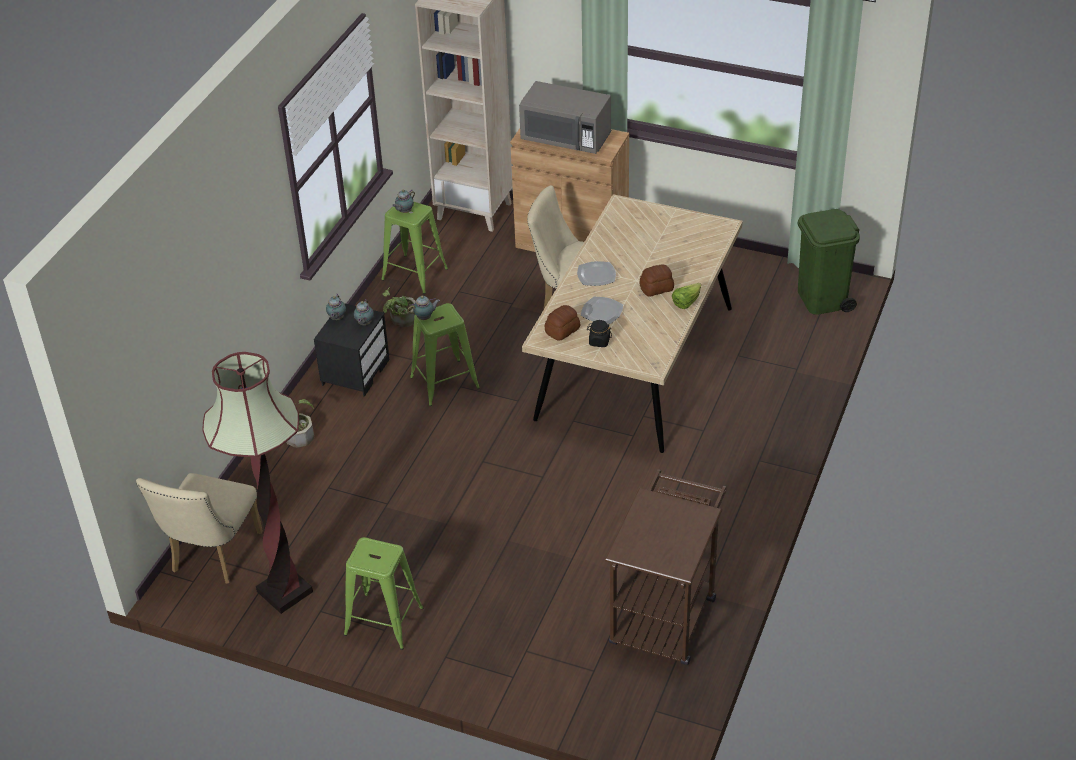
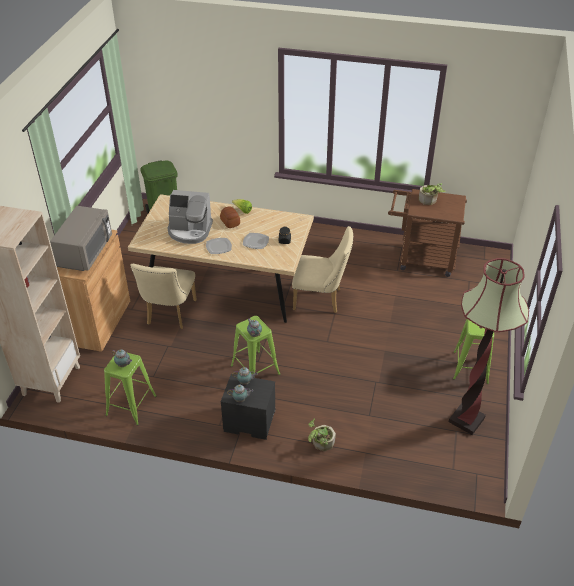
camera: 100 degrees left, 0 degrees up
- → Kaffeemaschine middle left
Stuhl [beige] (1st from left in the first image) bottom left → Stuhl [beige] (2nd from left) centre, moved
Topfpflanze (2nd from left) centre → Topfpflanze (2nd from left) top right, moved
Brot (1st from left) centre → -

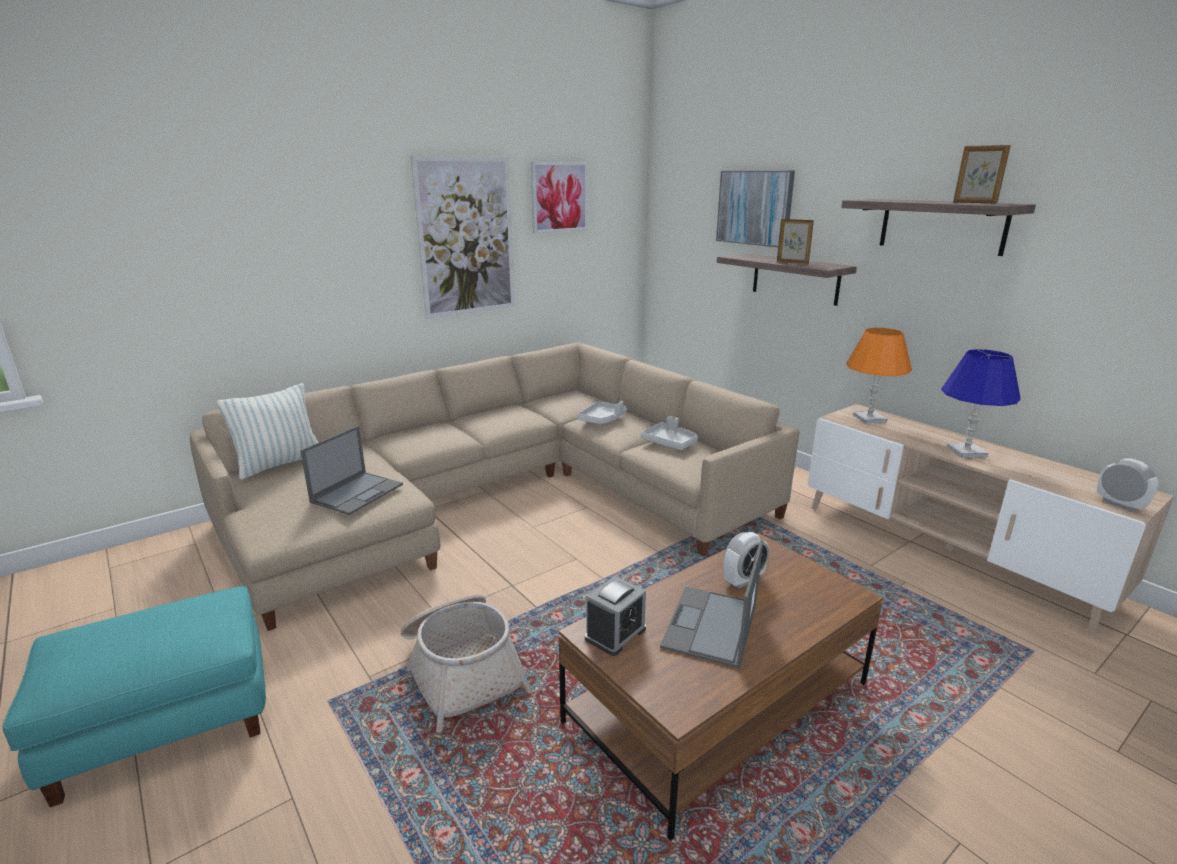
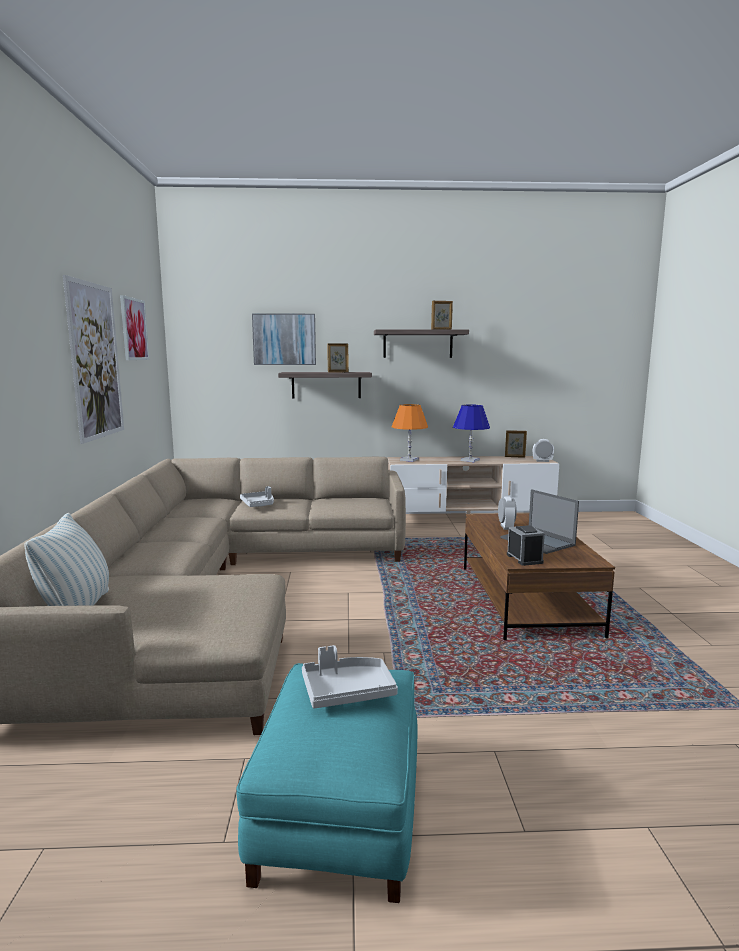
camera: 55 degrees left, 10 degrees down
Tablett [grau] (2nd from left) centre → Tablett [grau] (2nd from left) bottom centre, moved
- → Bilderrahmen (3rd from left) middle right
Laptop (1st from left) middle left → -
Korb bottom centre → -

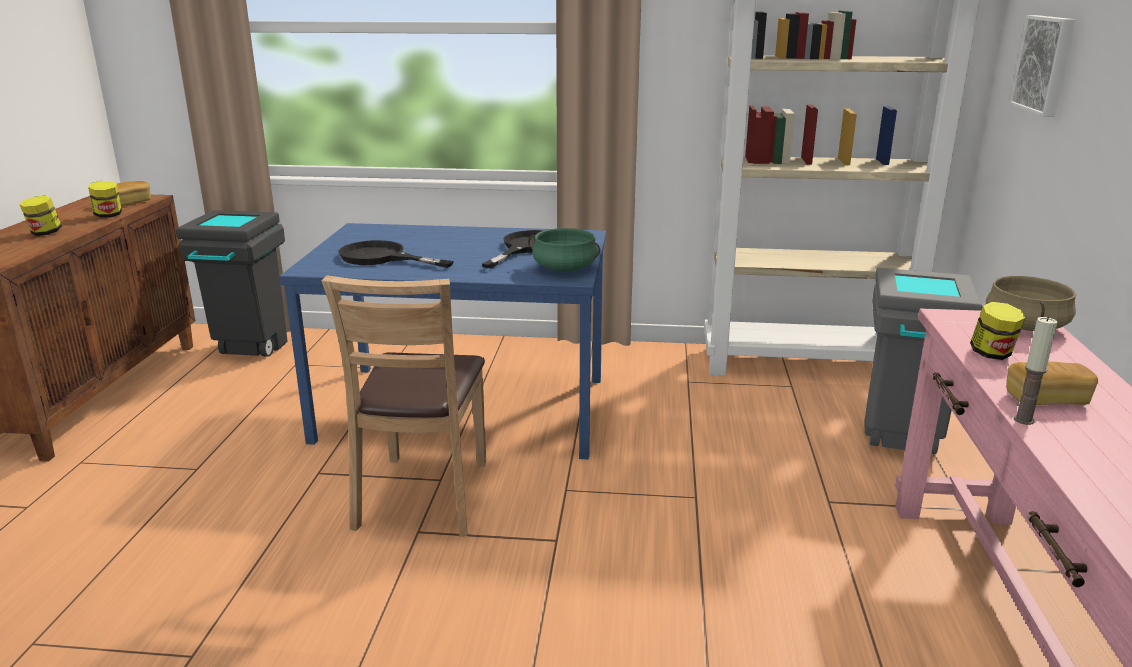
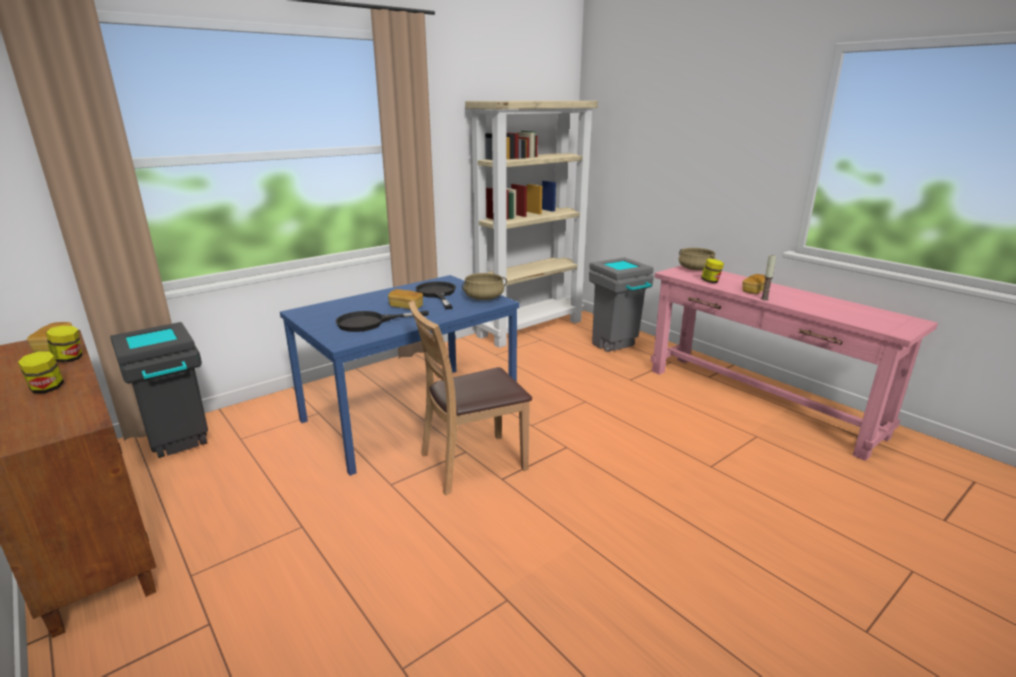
camera: 45 degrees left, 0 degrees up
- → Brot (2nd from left) centre
Stuhl [braun] centre, 105 degrees clockwise
Kochtopf [grün] centre → Kochtopf [beige] (1st from left) centre
Bild top right → -

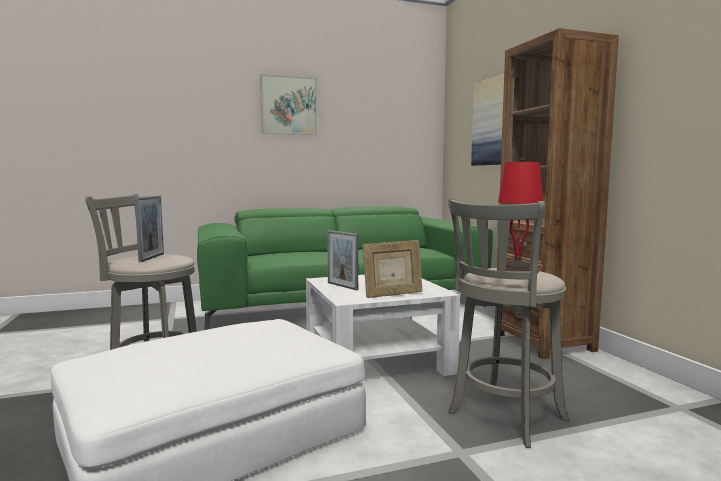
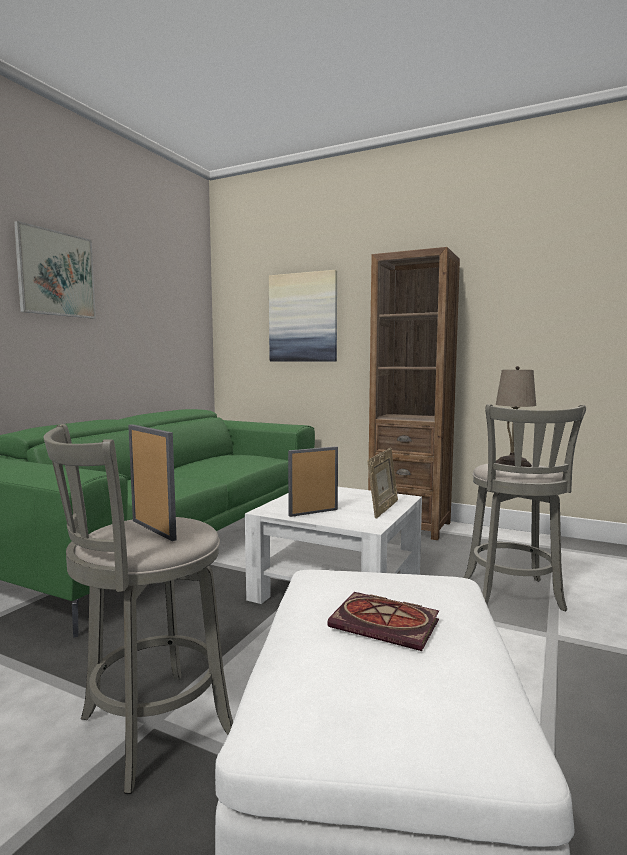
camera: 45 degrees left, 0 degrees up
Bilderrahmen (2nd from left) centre, 150 degrees clockwise
- → Buch bottom centre
Tischlampe [rot] middle right → Tischlampe [beige] middle right

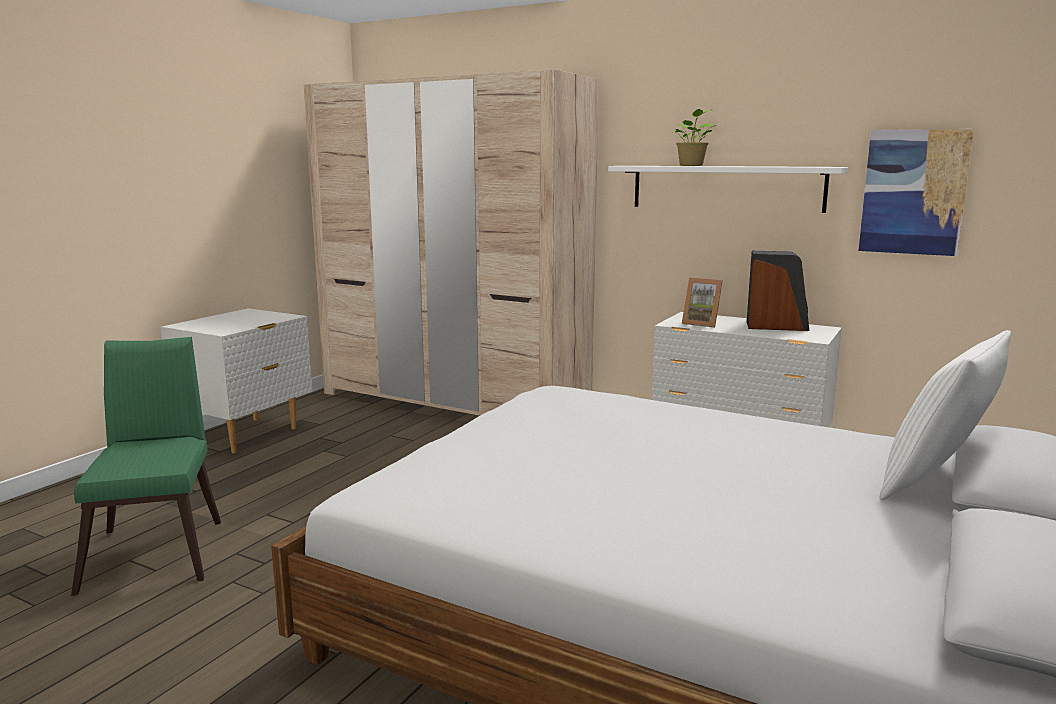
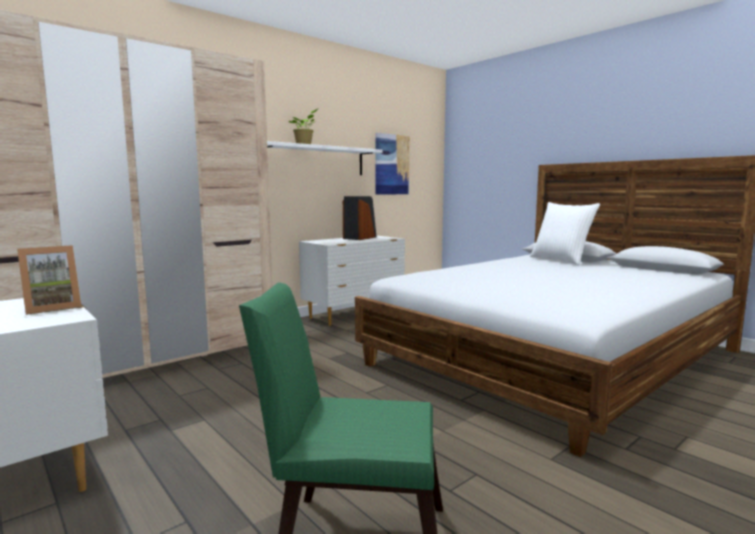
camera: 70 degrees left, 5 degrees down
Bilderrahmen centre → Bilderrahmen middle left, moved

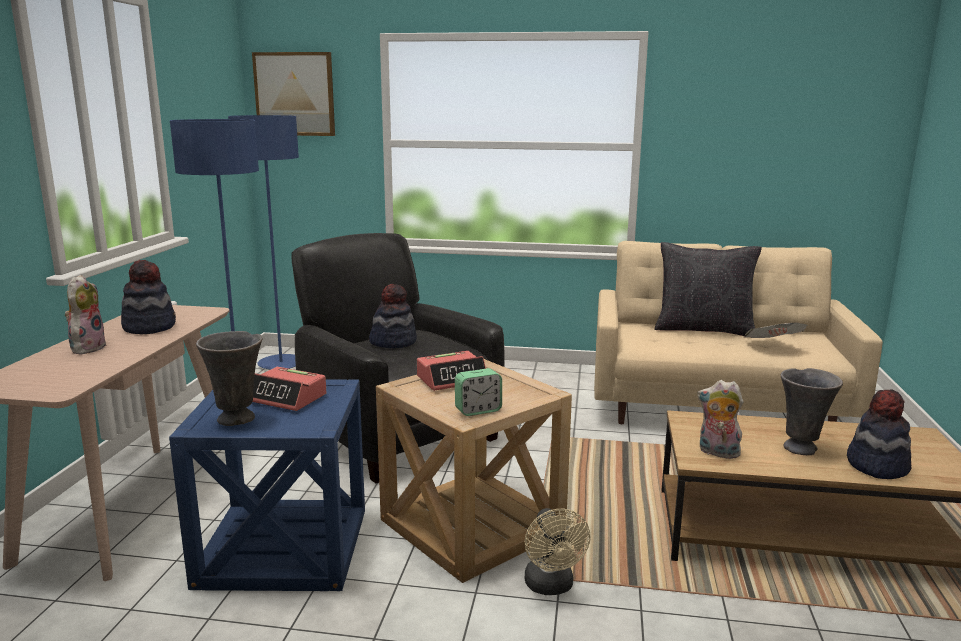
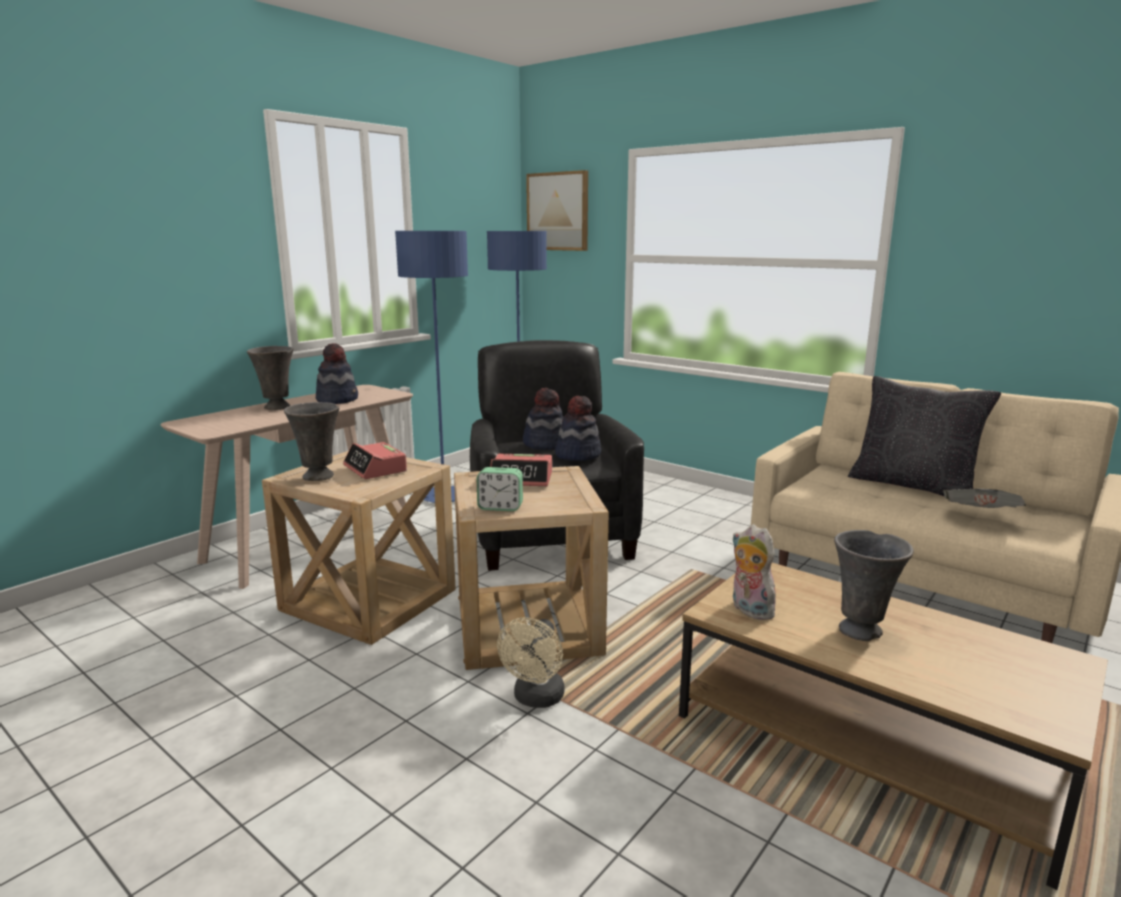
camera: 30 degrees right, 0 degrees up
Plüschtier (1st from left) middle left → Vase [grau] (1st from left) middle left
Beistelltisch [blau] bottom left → Beistelltisch [beige] (1st from left) middle left
Hut (3rd from left) bottom right → Hut (3rd from left) centre, moved

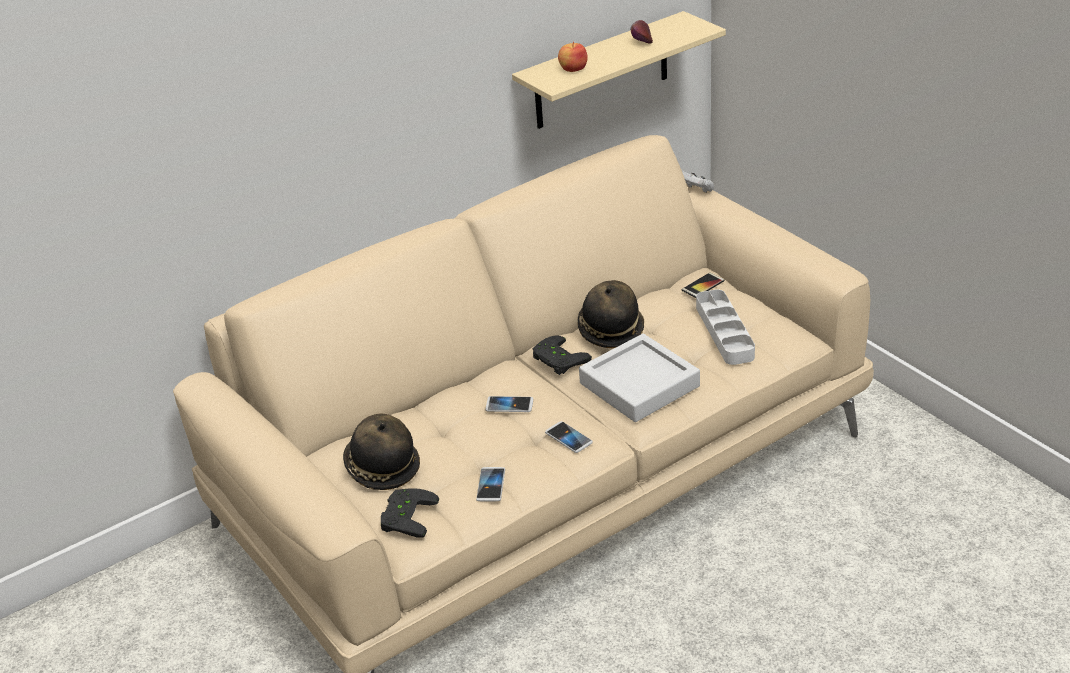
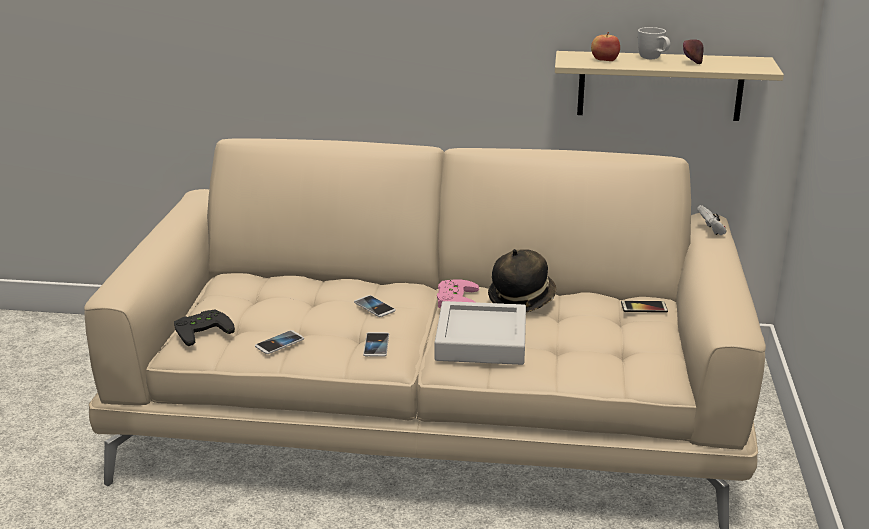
camera: 40 degrees right, 10 degrees down
Gamepad [schwarz] (2nd from left) centre → Gamepad [rosa] centre
- → Henkelbecher [weiß] top right
Hut (1st from left) bottom centre → -
Tablett [grau] (2nd from left) middle right → -

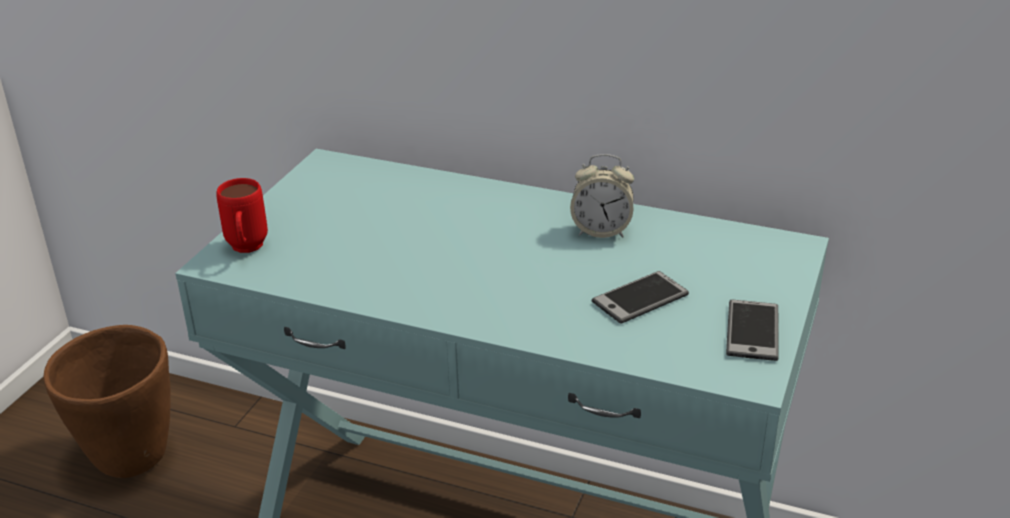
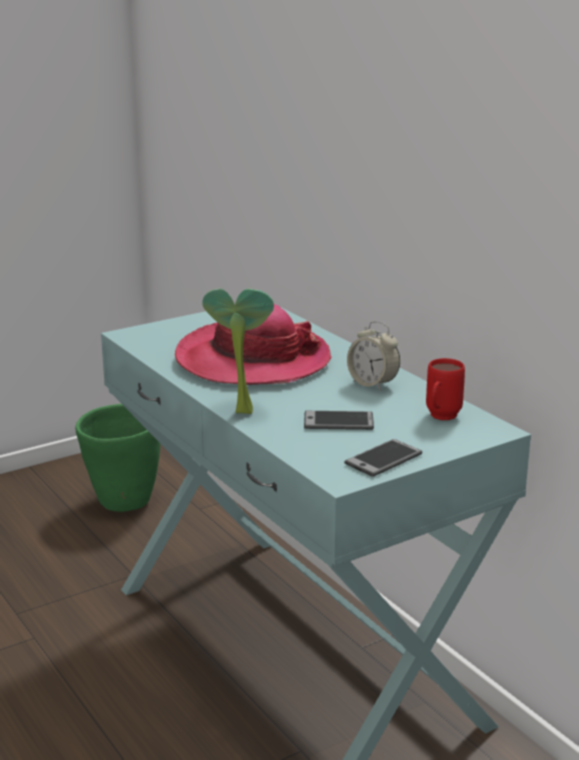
camera: 35 degrees right, 10 degrees down
Pflanzkübel [braun] bottom left → Pflanzkübel [grün] middle left
- → Hut centre
- → Topfpflanze centre
Henkelbecher [rot] middle left → Henkelbecher [rot] middle right, moved

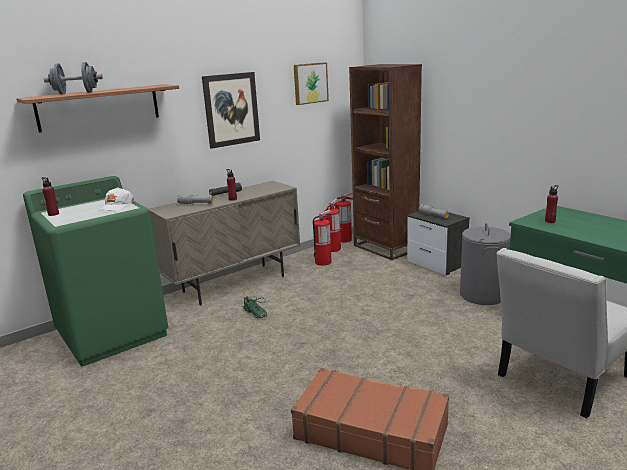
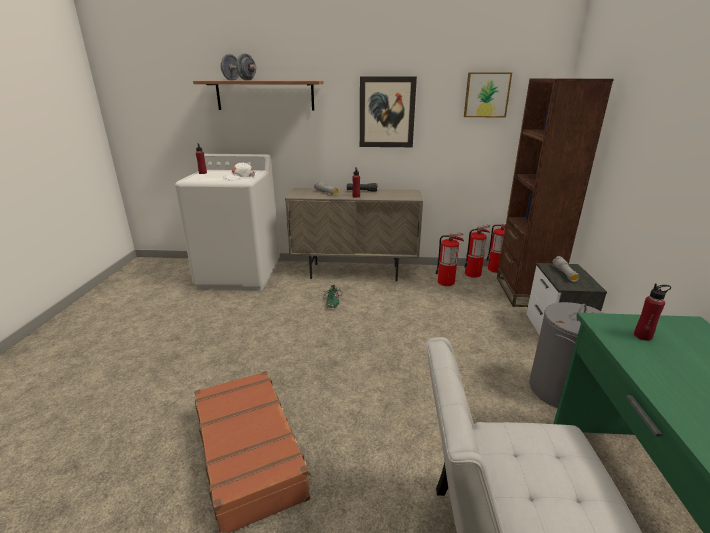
camera: 40 degrees right, 5 degrees up
Waschmaschine [grün] middle left → Waschmaschine [weiß] middle left

